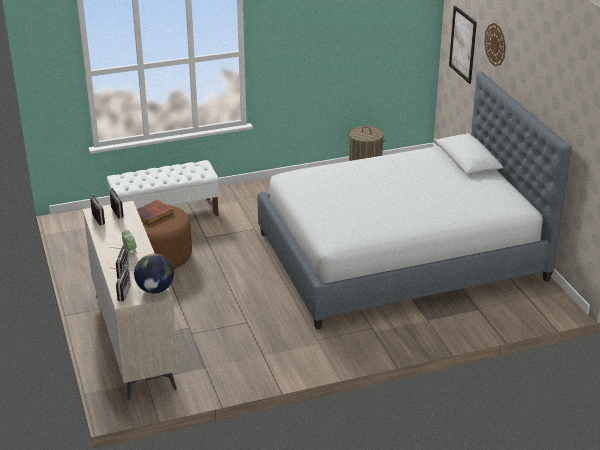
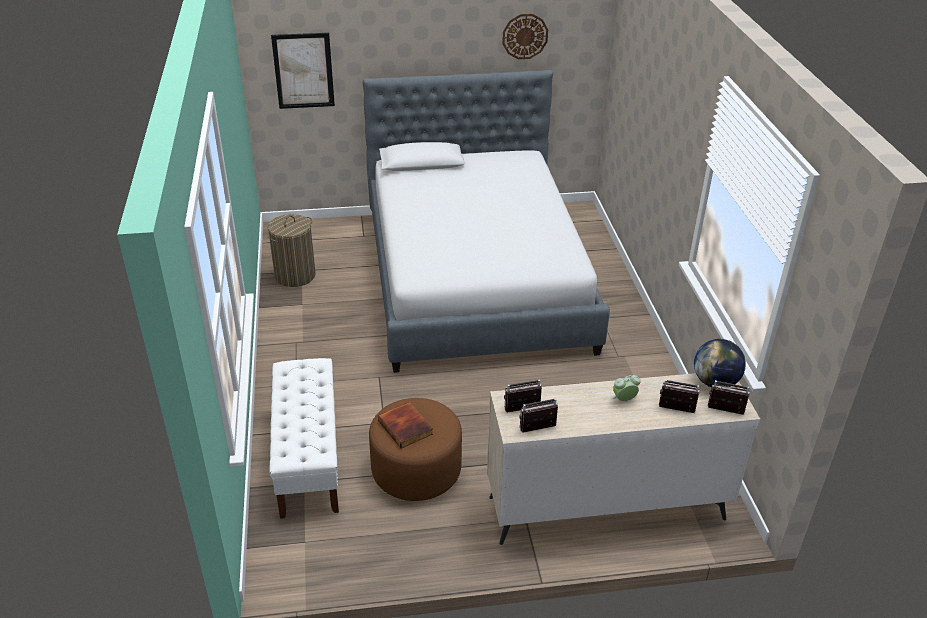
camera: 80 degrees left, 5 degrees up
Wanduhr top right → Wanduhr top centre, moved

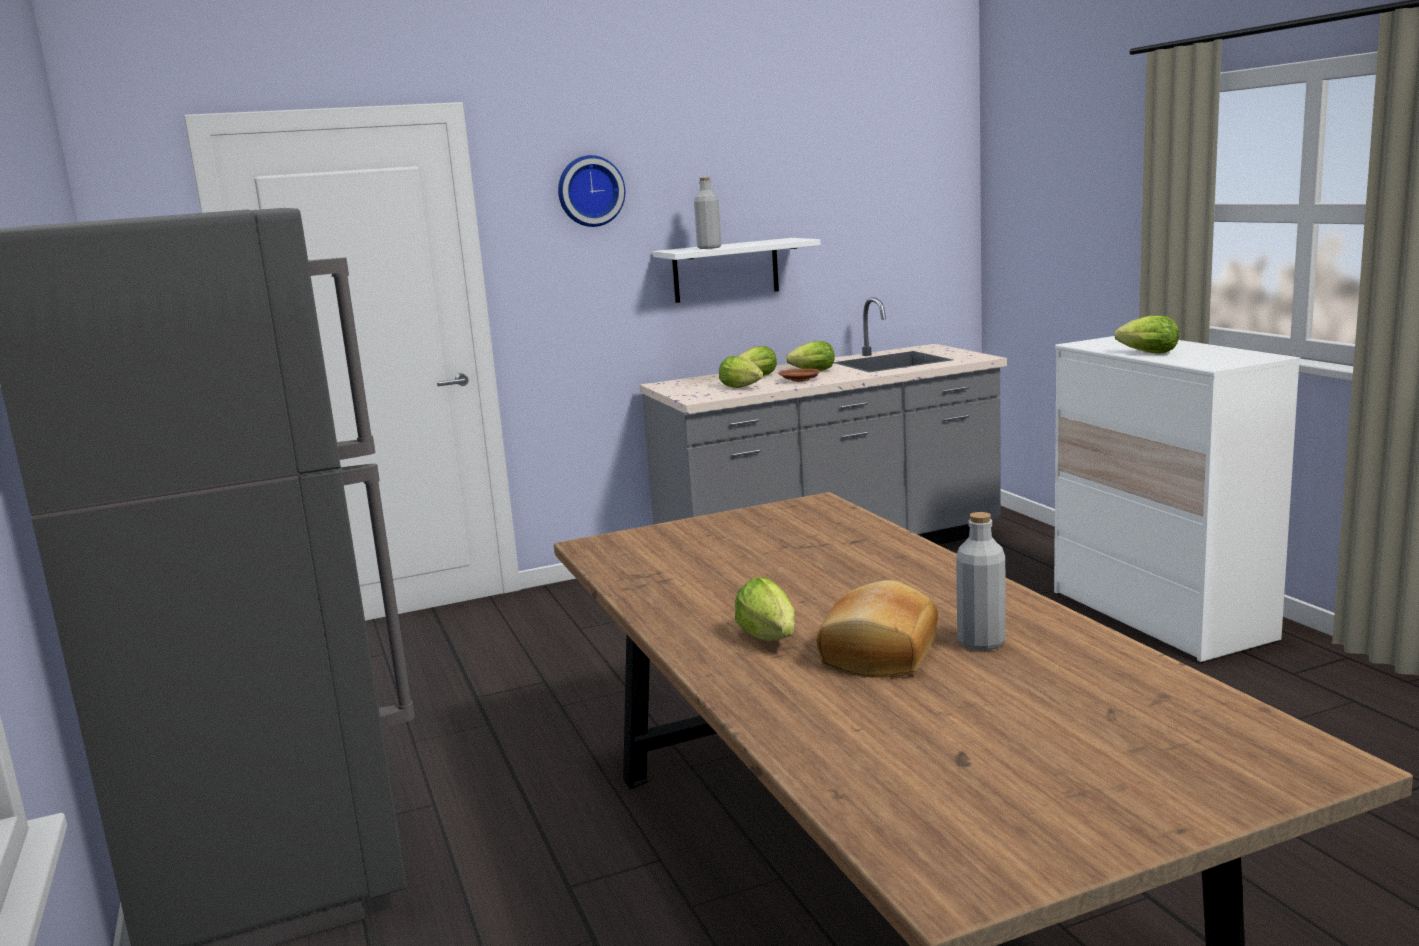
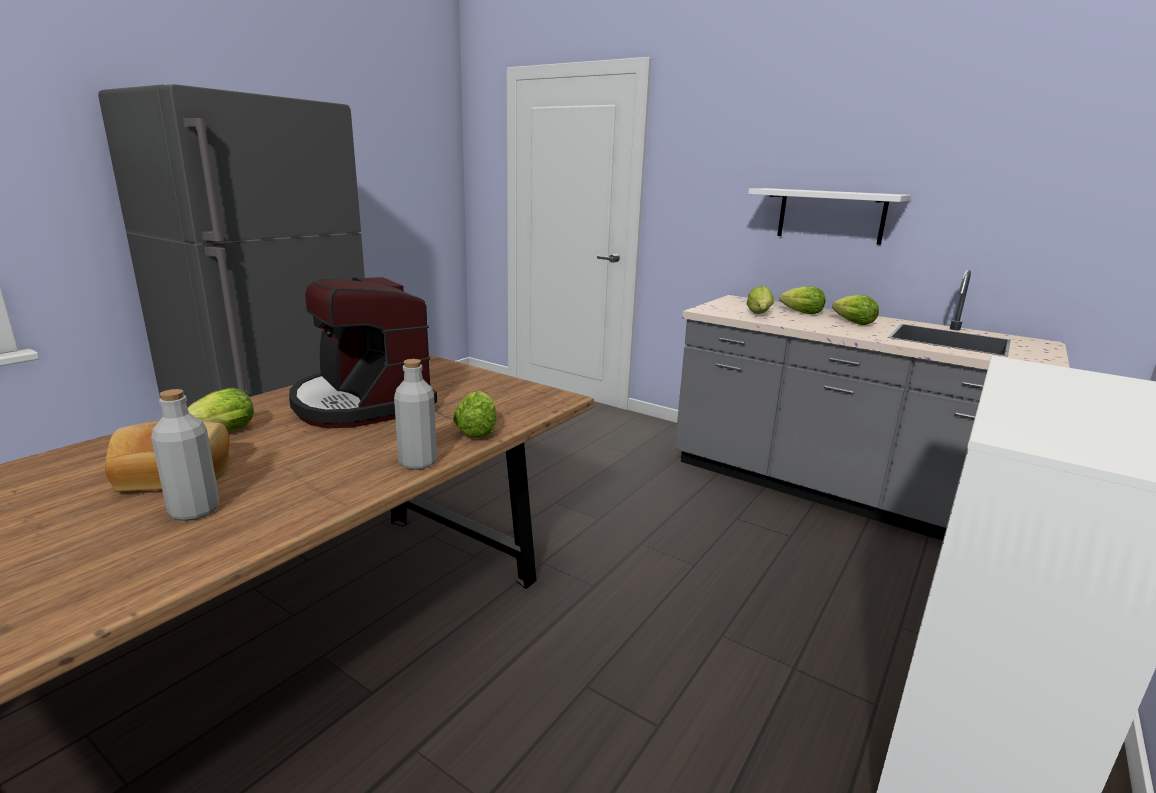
camera: 55 degrees right, 5 degrees up
- → Kaffeemaschine middle left
Flasche [grau] (1st from left in the first image) top centre → Flasche [grau] (2nd from left) centre, moved
Salatkopf (5th from left in the first image) middle right → Salatkopf (2nd from left) centre, moved
Wanduhr top centre → -
Teller [braun] centre → -

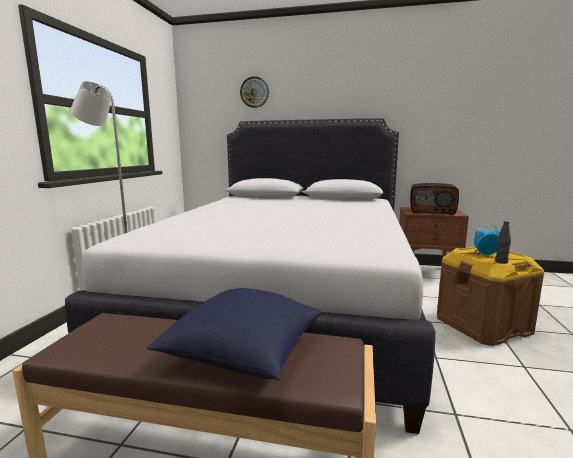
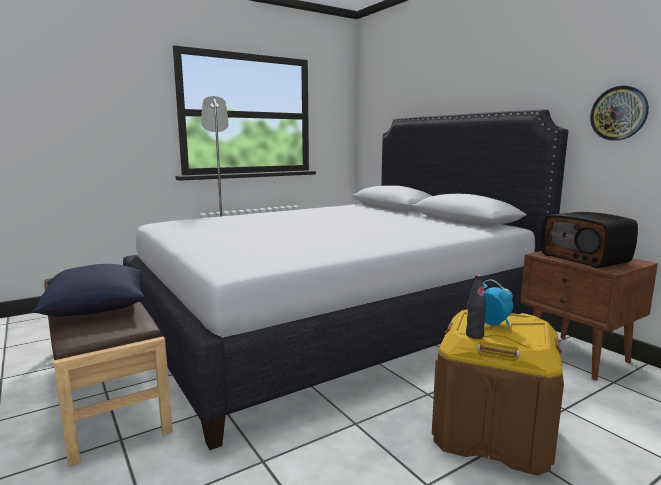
camera: 45 degrees right, 0 degrees up
Wanduhr top centre → Wanduhr top right, moved

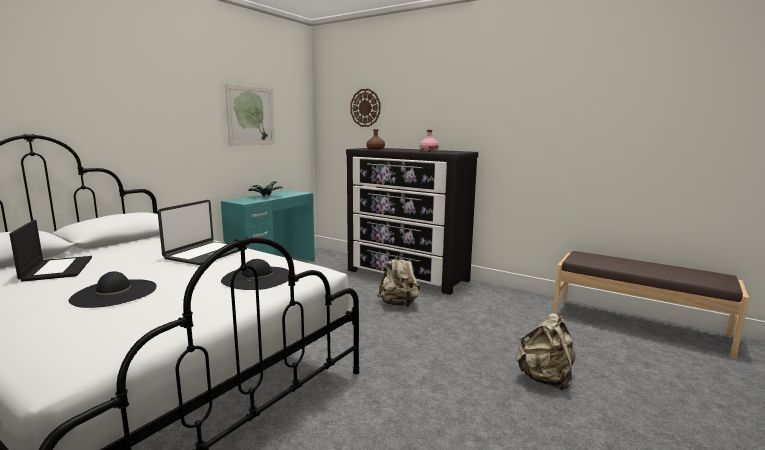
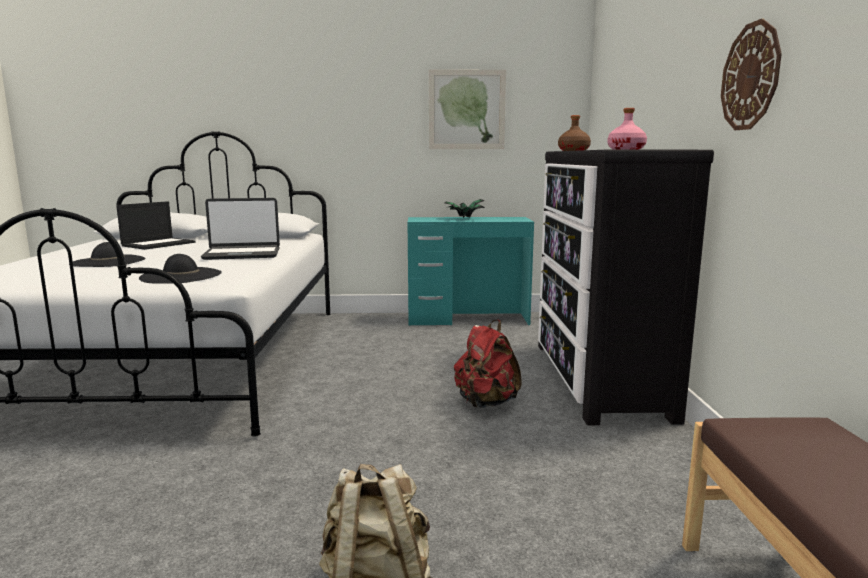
camera: 55 degrees right, 0 degrees up
Rucksack [beige] (1st from left) centre → Rucksack [rot] centre
Wanduhr top centre → Wanduhr top right, moved

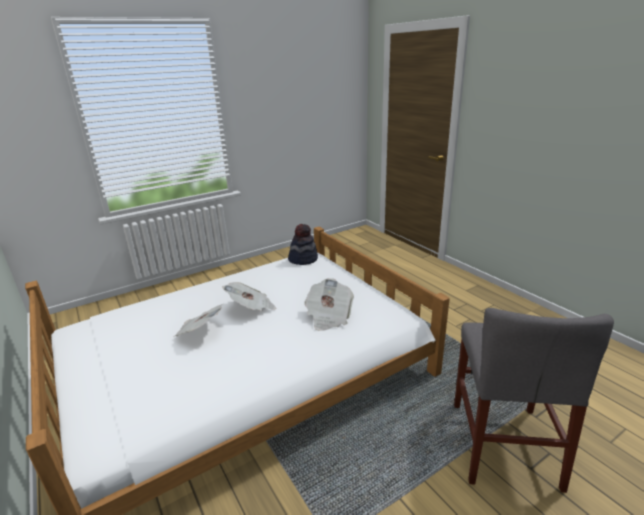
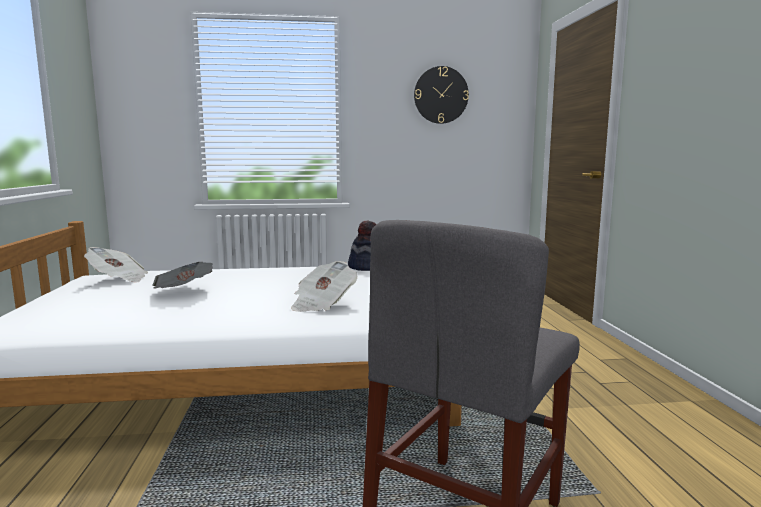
camera: 25 degrees right, 15 degrees down
Zeitung (2nd from left in the first image) centre → Zeitung (1st from left) middle left, moved
- → Wanduhr top centre

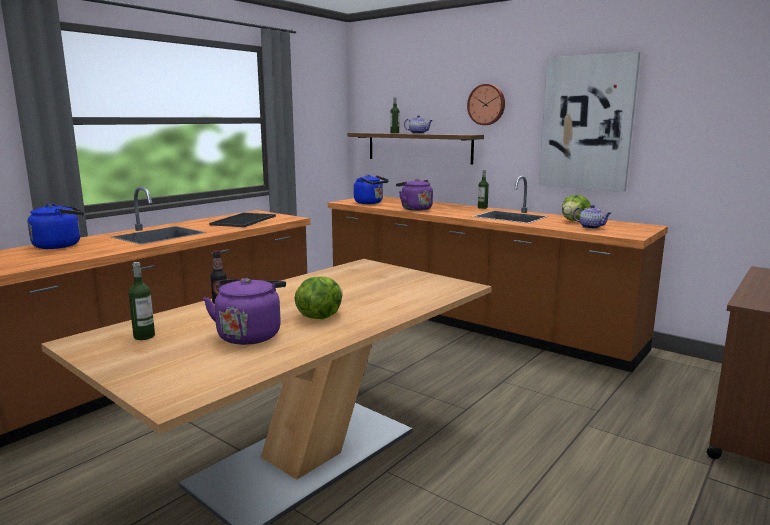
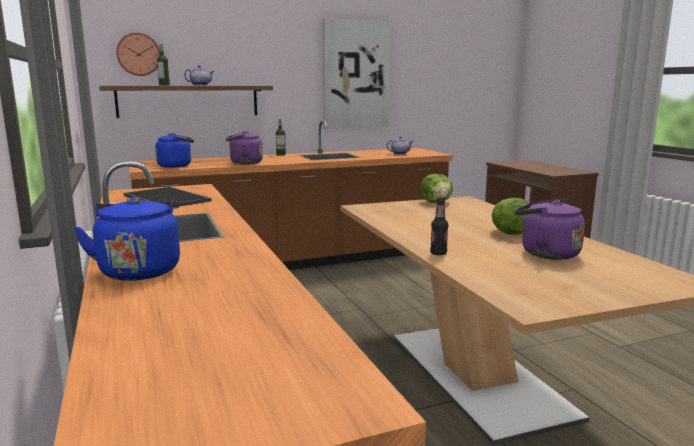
camera: 60 degrees left, 0 degrees up
Wanduhr top centre → Wanduhr top left, moved
Salatkopf (2nd from left in the first image) middle right → Salatkopf (1st from left) centre, moved
Flasche (1st from left) middle left → -

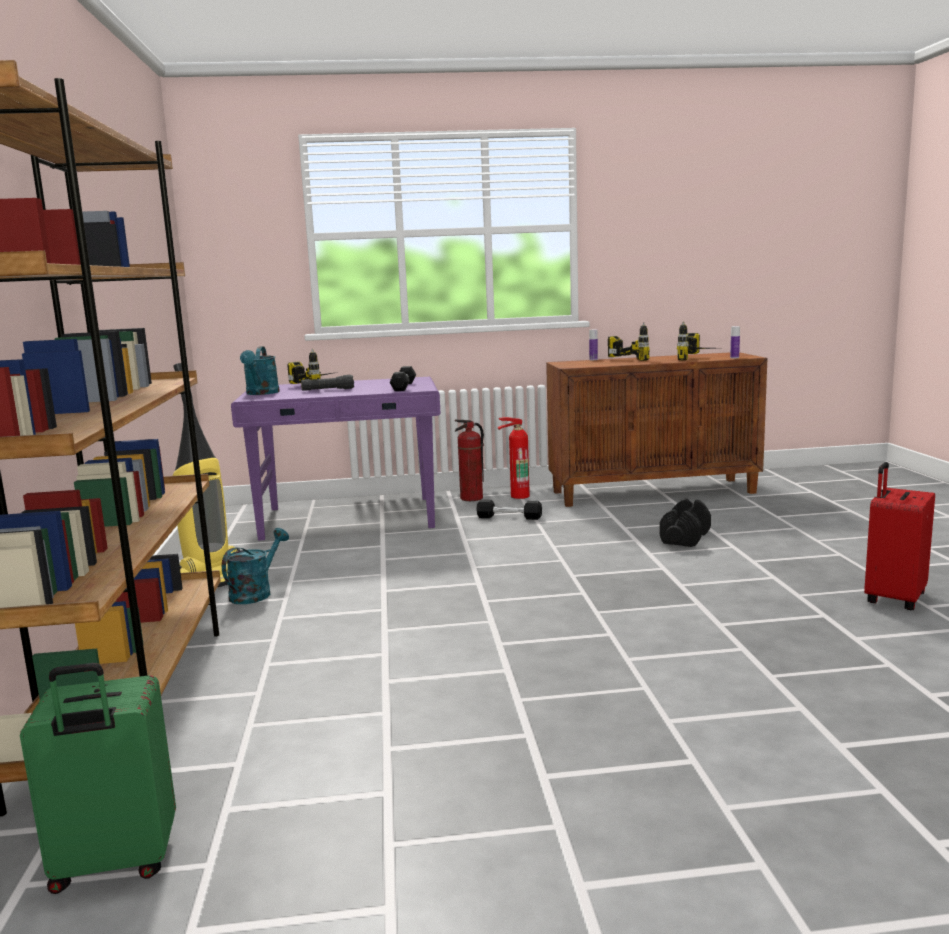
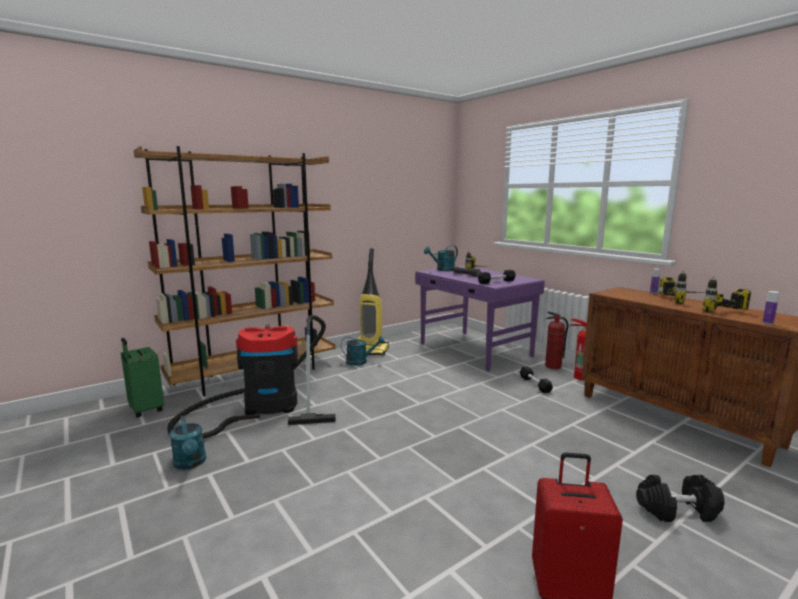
camera: 60 degrees right, 0 degrees up
- → Staubsauger (1st from left) middle left
- → Gießkanne [türkis] (1st from left) bottom left
Hantel [schwarz] (3rd from left) middle right → Hantel [schwarz] (3rd from left) bottom right, moved

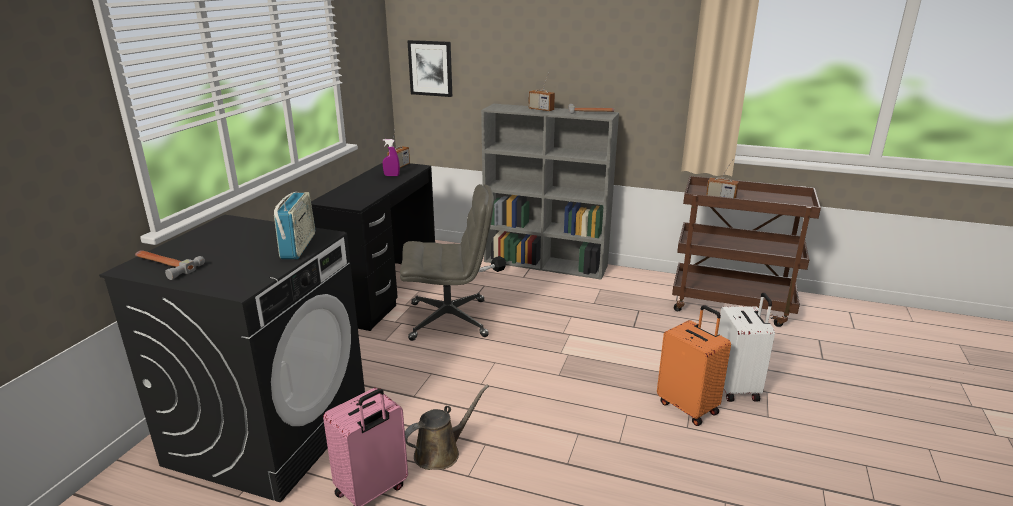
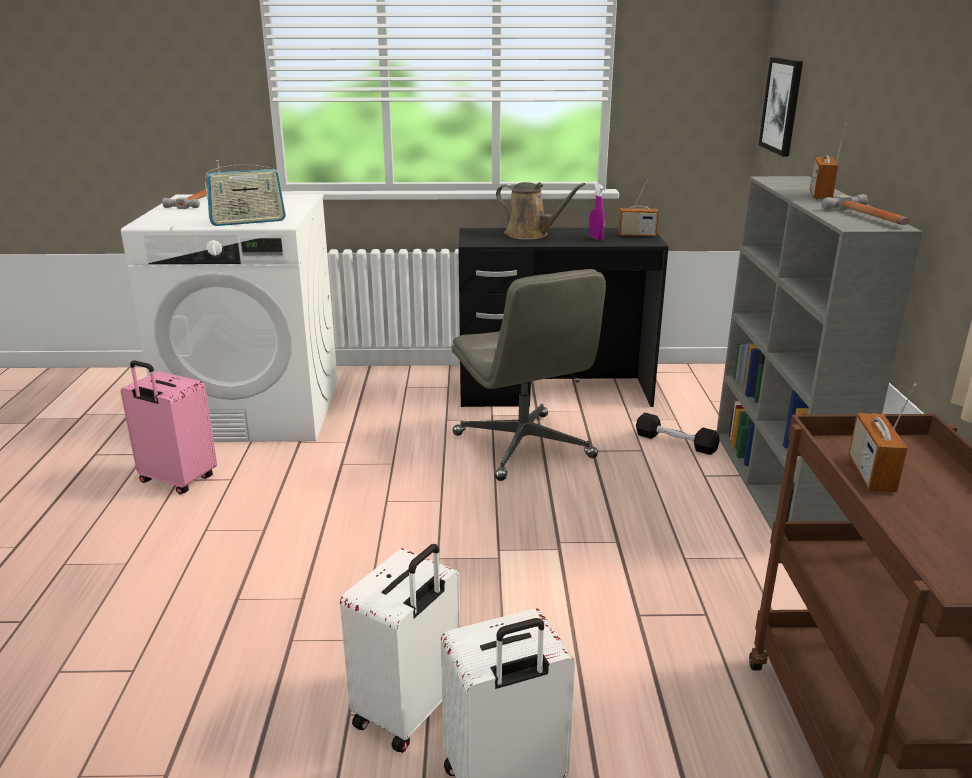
camera: 70 degrees right, 0 degrees up
Waschmaschine [schwarz] bottom left → Waschmaschine [weiß] middle left
Koffer [orange] bottom right → Koffer [weiß] (1st from left) bottom centre
Gießkanne [braun] bottom centre → Gießkanne [braun] top centre, moved

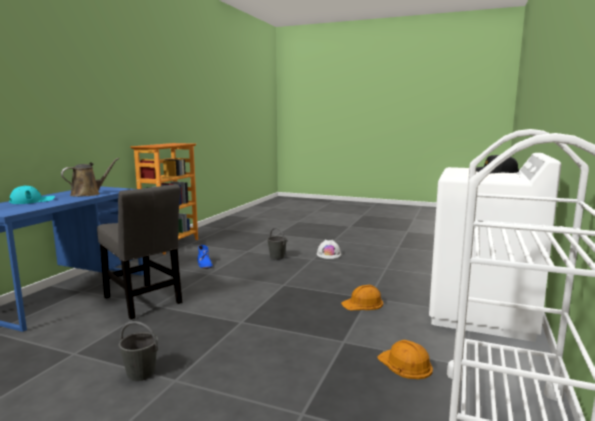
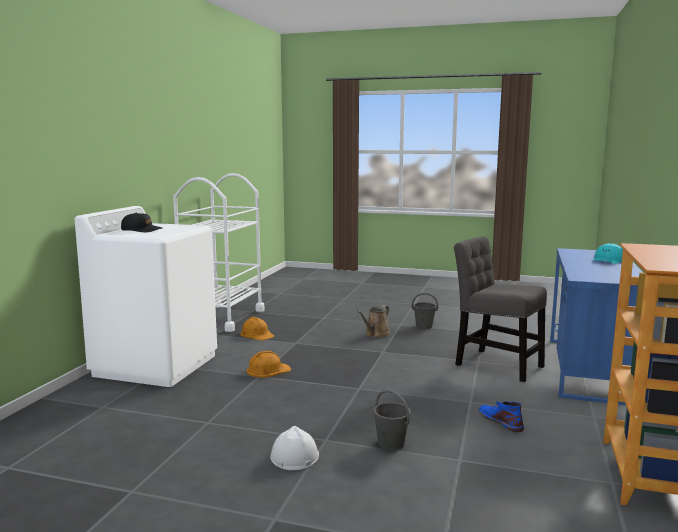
camera: 175 degrees right, 0 degrees up
Gießkanne [braun] middle left → Gießkanne [braun] centre, moved

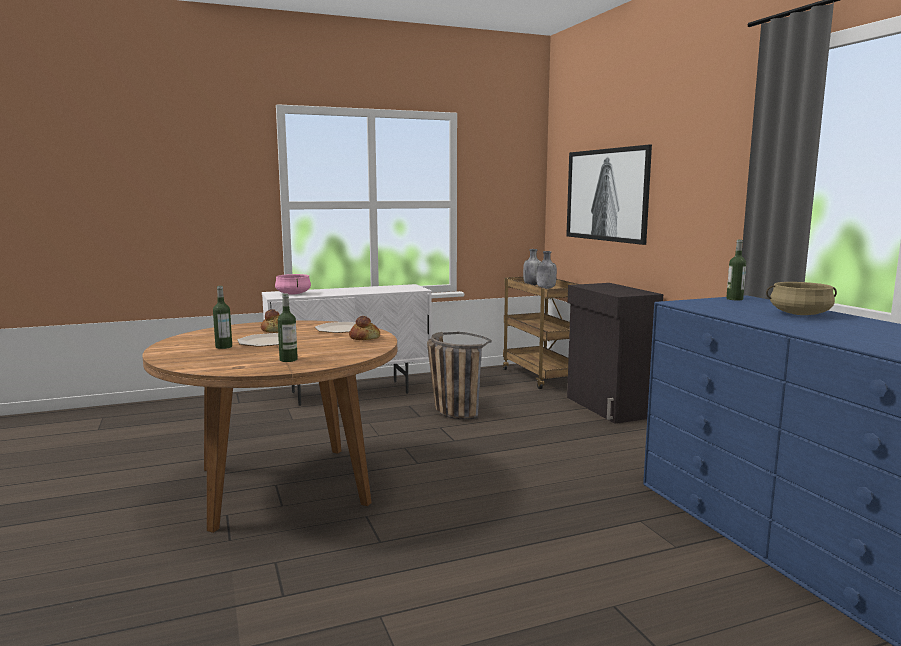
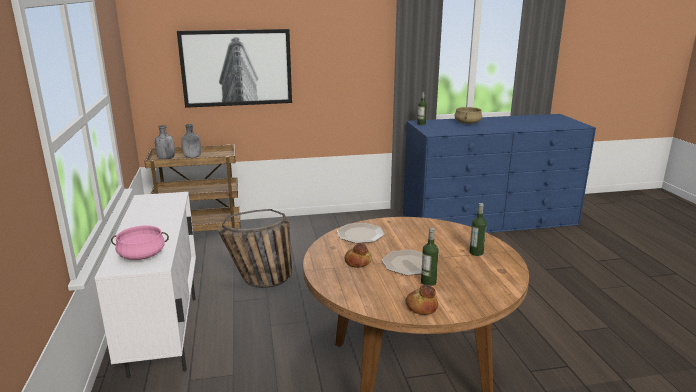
camera: 80 degrees left, 10 degrees up
Brot (2nd from left) centre → Brot (2nd from left) bottom centre, moved
Schrank [schwarz] middle right → -

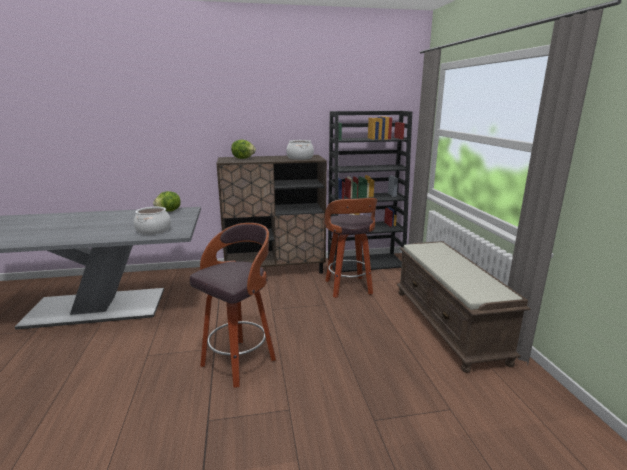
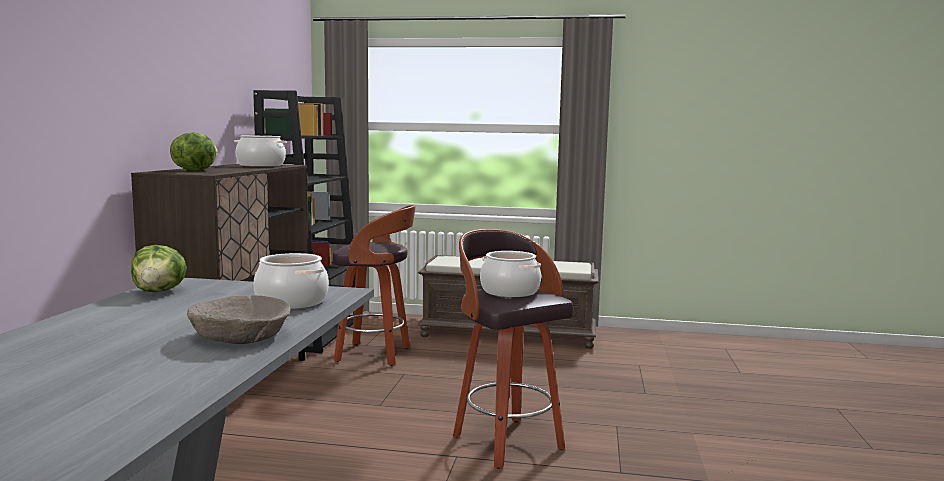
camera: 70 degrees left, 10 degrees down
- → Schüssel [beige] middle left
- → Kochtopf (3rd from left) centre

